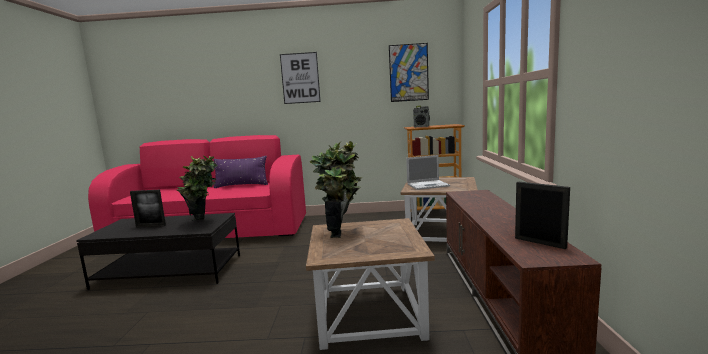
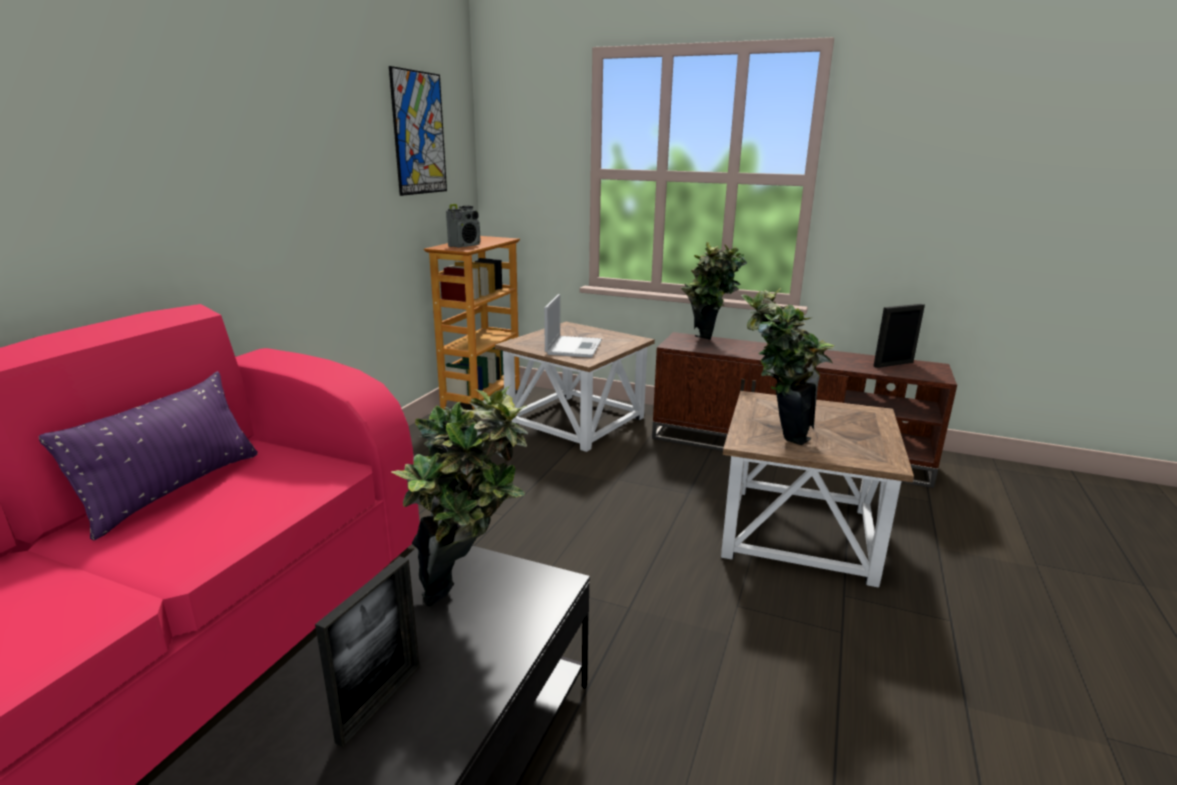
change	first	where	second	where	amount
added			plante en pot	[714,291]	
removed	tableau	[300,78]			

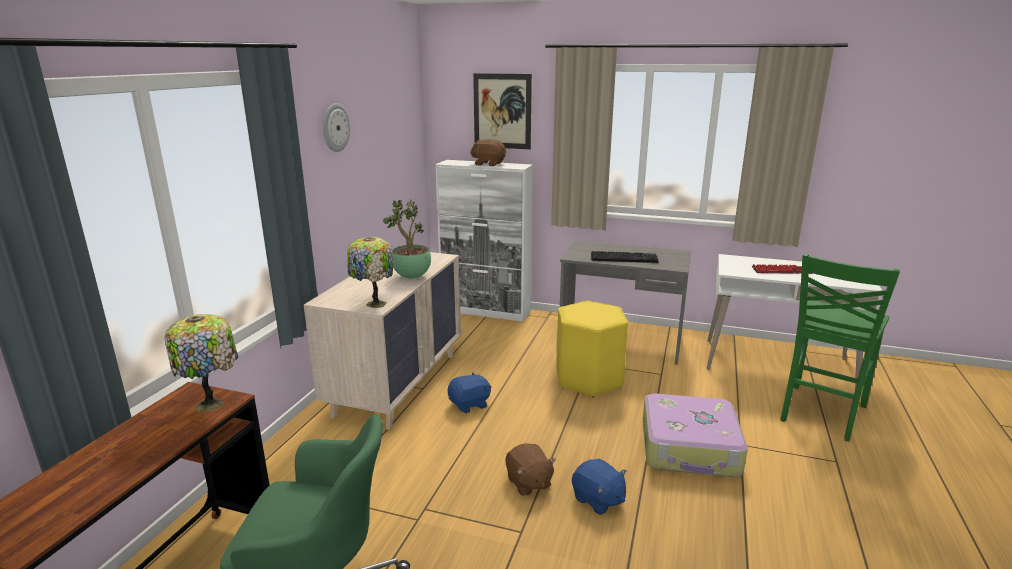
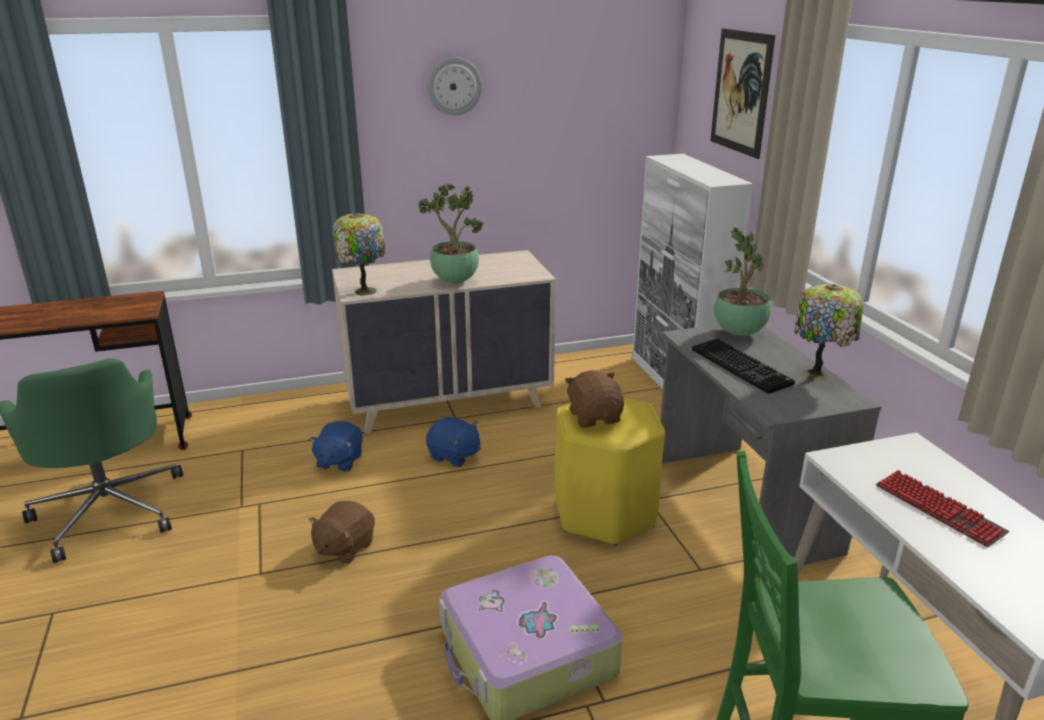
change	first	where	second	where	amount
moved	peluche/bleu	[599,487]		[336,446]	
moved	peluche/marron	[488,152]		[594,399]	
added			plante en pot	[742,281]	
moved	lampe de table	[201,363]		[829,332]	

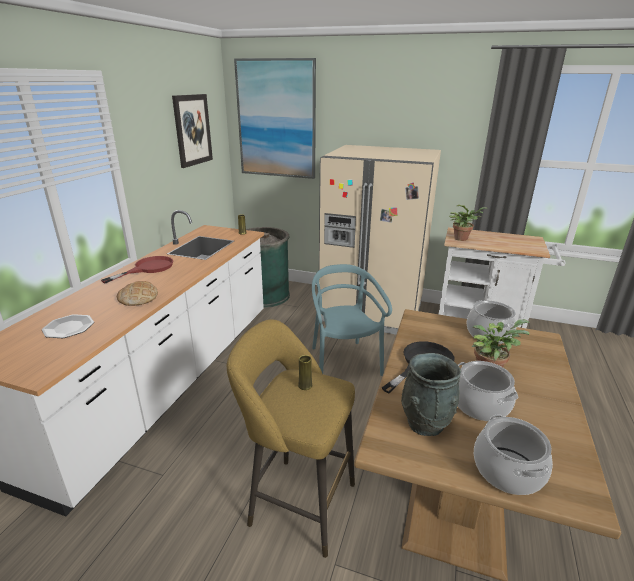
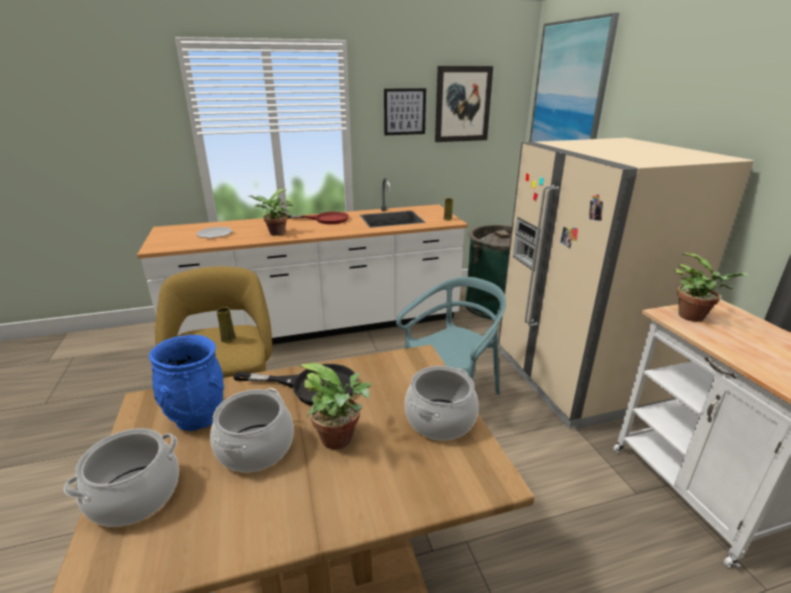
change	first	where	second	where	amount
recoloured	vase/gris	[431,394]	vase/bleu	[186,383]	
replaced	pain	[137,293]	plante en pot	[271,212]	
added			tableau	[405,111]	

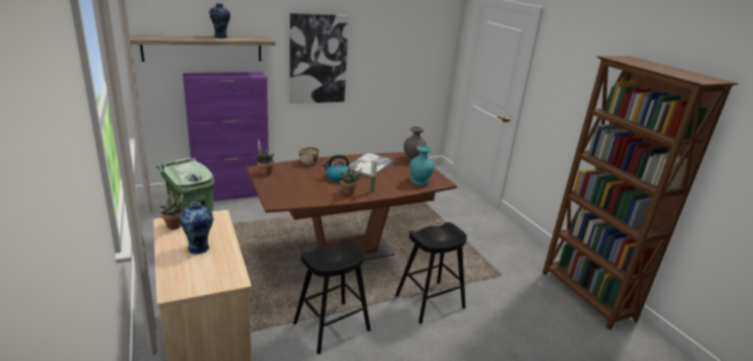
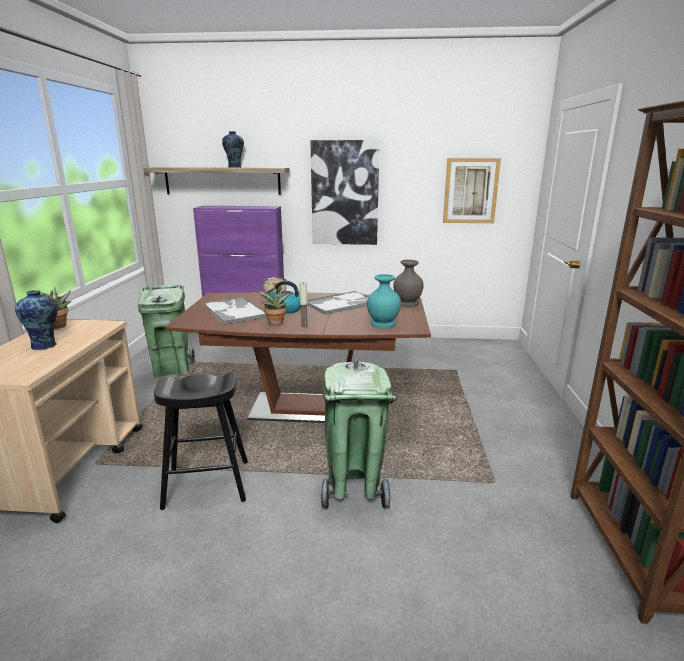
change	first	where	second	where	amount
added			plateau	[235,311]	
replaced	tabouret/noir	[431,273]	poubelle/vert	[359,435]	
added			tableau	[472,190]	
removed	plante en pot	[264,157]			

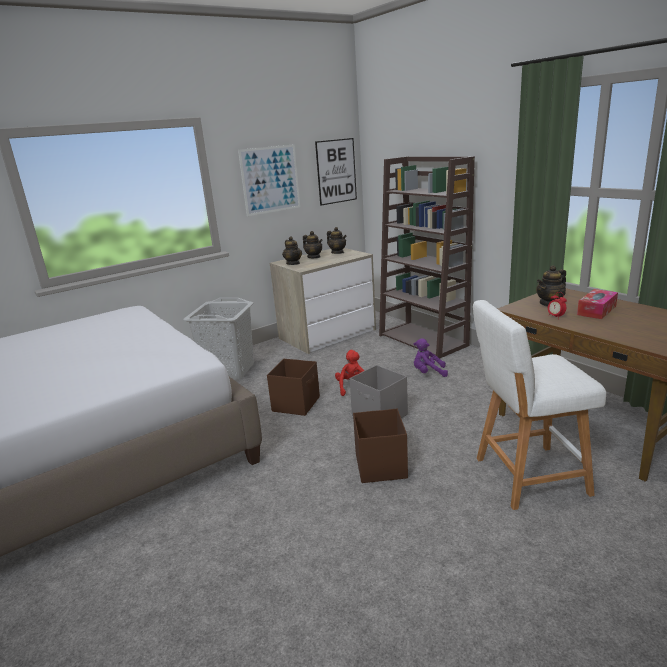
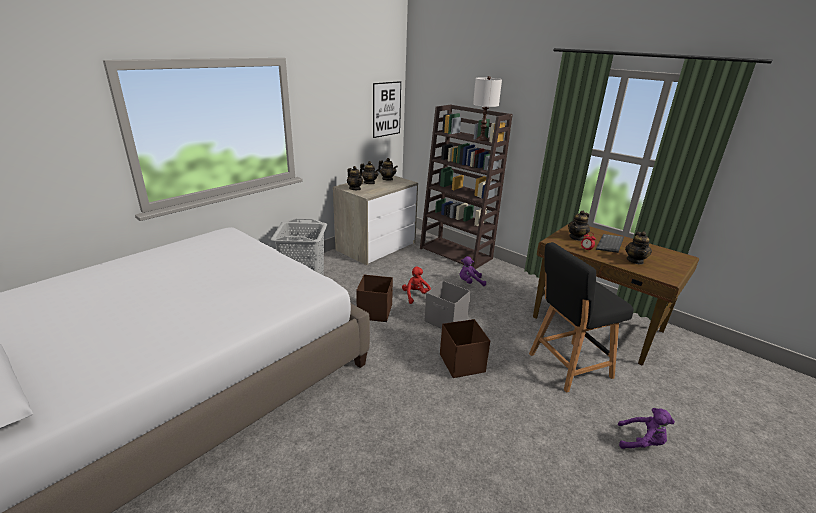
change	first	where	second	where	amount
added			lampe de table/blanc	[487,108]	
recoloured	tabouret/blanc	[539,405]	tabouret/noir	[581,317]	
replaced	boîte à mouchoirs	[597,304]	clavier	[610,243]	
added			peluche/violet	[646,428]	
added			théière	[638,247]	
removed	tableau	[269,180]			

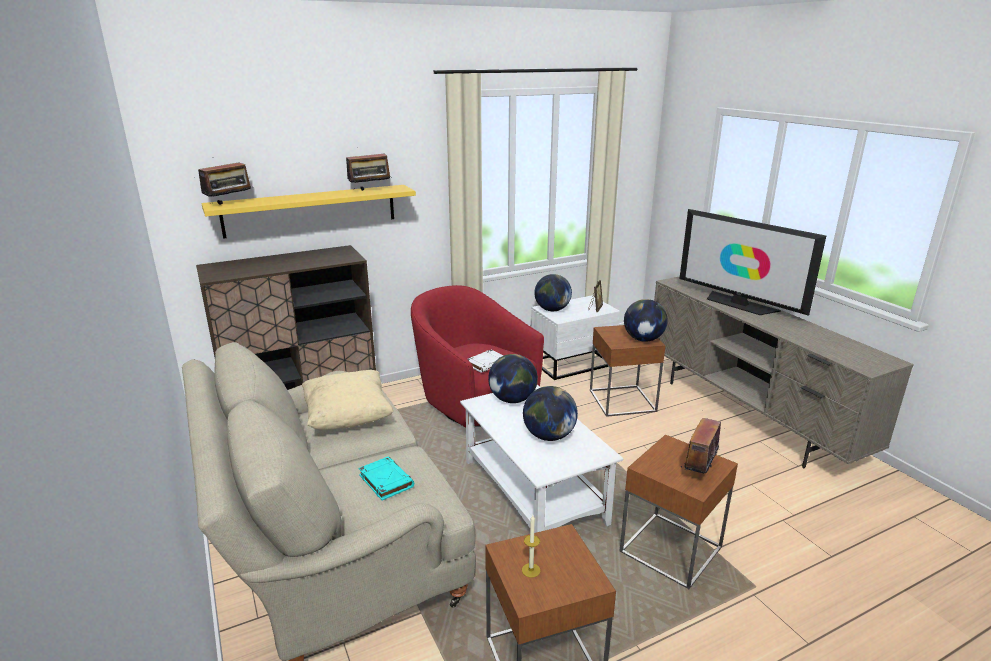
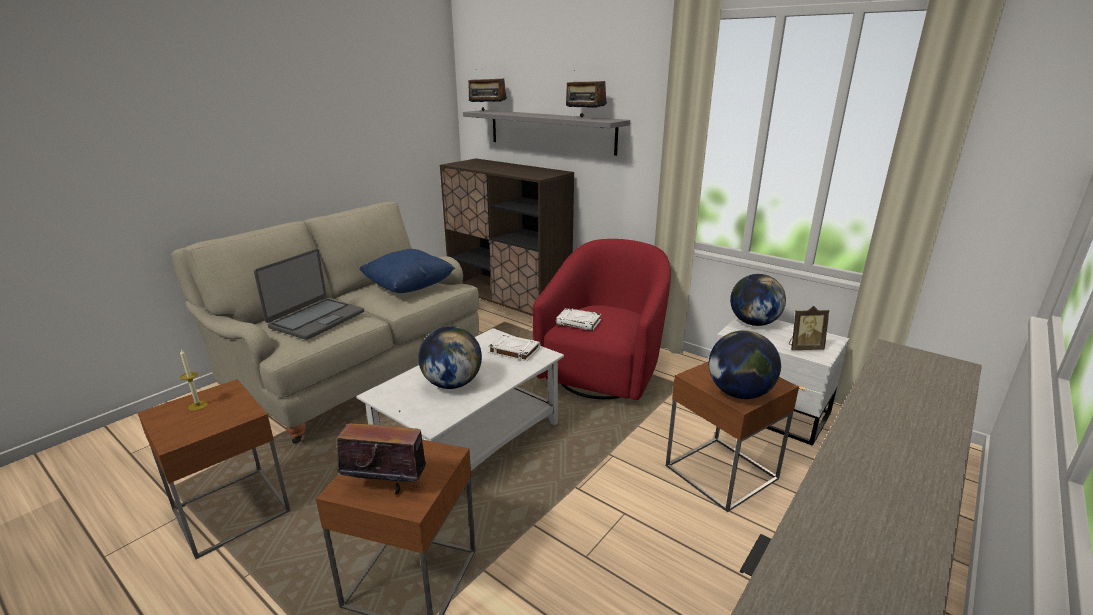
change	first	where	second	where	amount
replaced	livre/turquoise	[386,478]	ordinateur portable	[309,294]	
recoloured	coussin/beige	[347,400]	coussin/bleu	[407,271]	
recoloured	étagère/jaune	[308,212]	étagère/gris	[546,133]	
replaced	globe	[513,378]	livre/blanc	[514,347]	
removed	téléviseur	[752,262]			

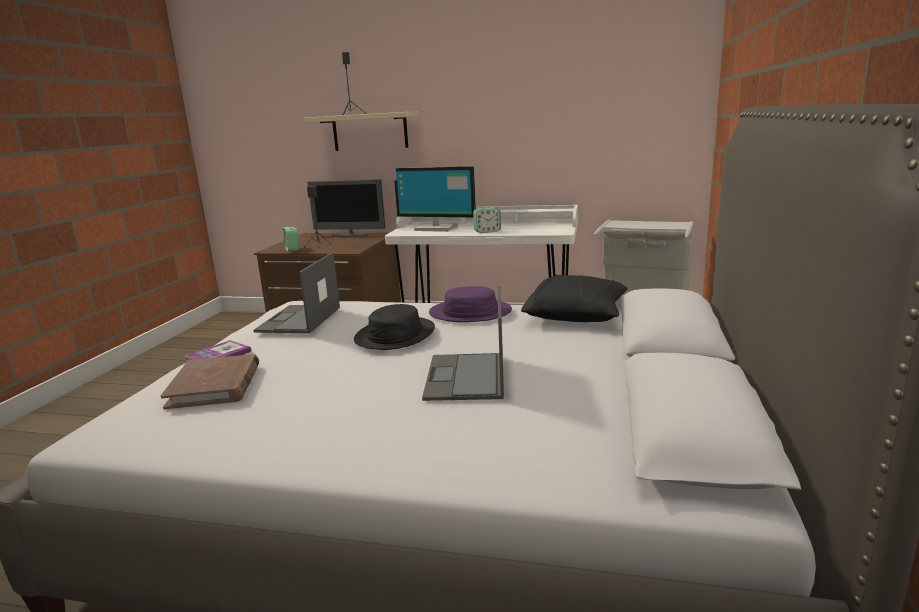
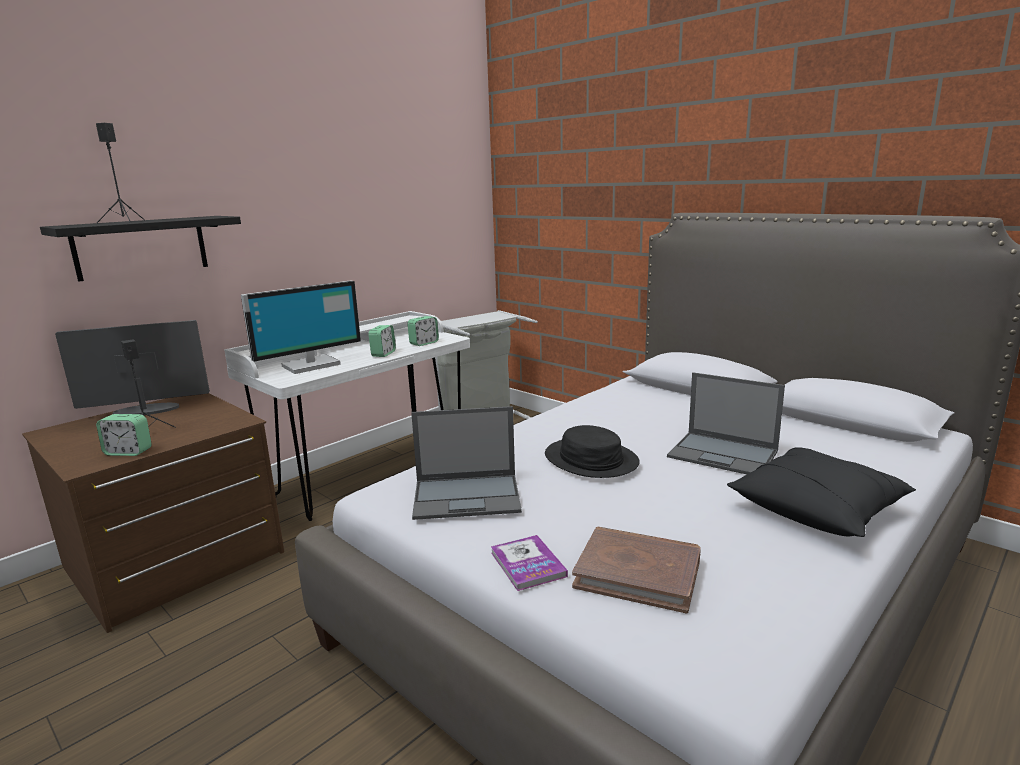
change	first	where	second	where	amount
recoloured	étagère/beige	[361,131]	étagère/noir	[140,249]	
turned	écran d'ordinateur	[347,208]		[132,367]	150 degrees counterclockwise
added			réveil	[423,331]	
turned	ordinateur portable	[296,293]		[466,463]	45 degrees counterclockwise
moved	coussin/noir	[574,298]		[821,492]	
removed	chapeau/violet	[470,304]			

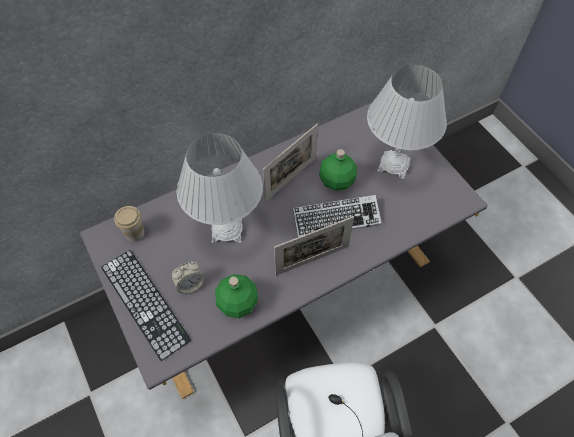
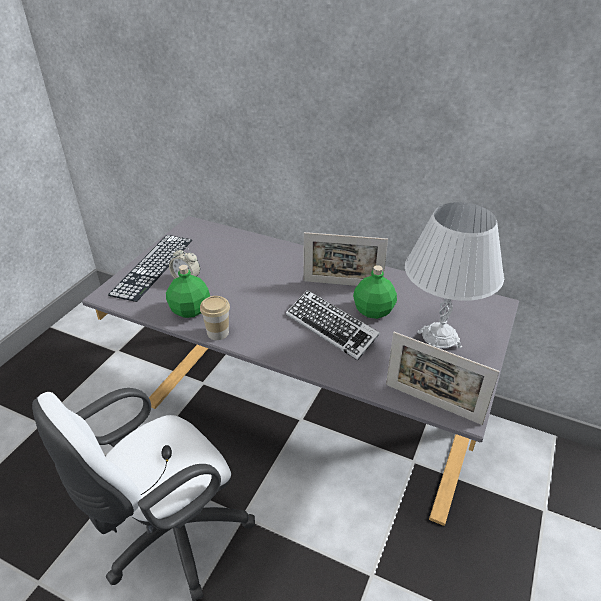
change	first	where	second	where	amount
moved	tasse	[129,224]		[215,318]	
moved	cadre photo	[314,246]		[443,378]	
removed	lampe de table/blanc	[219,188]			

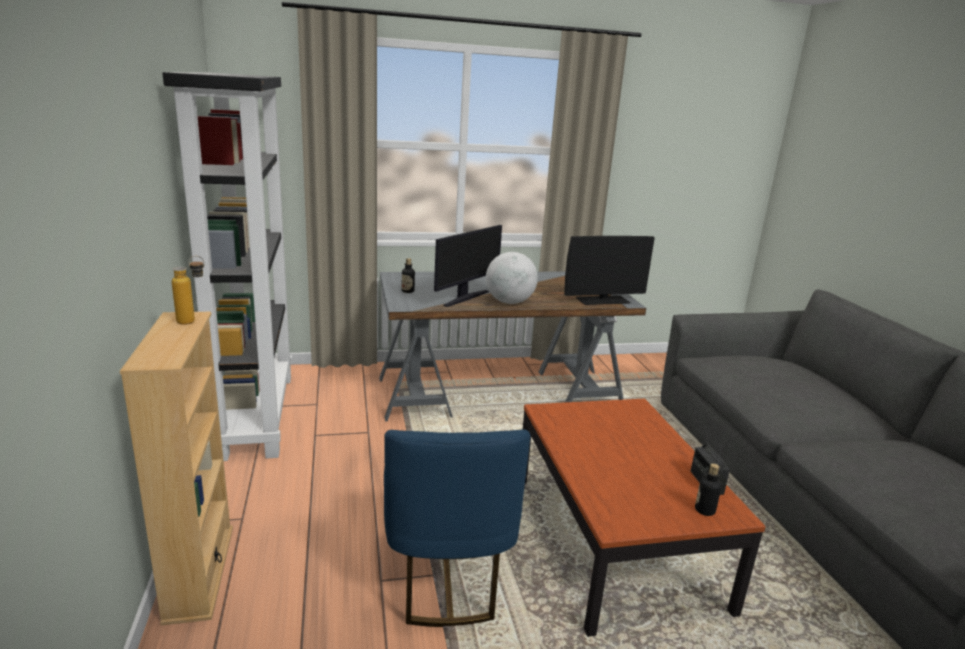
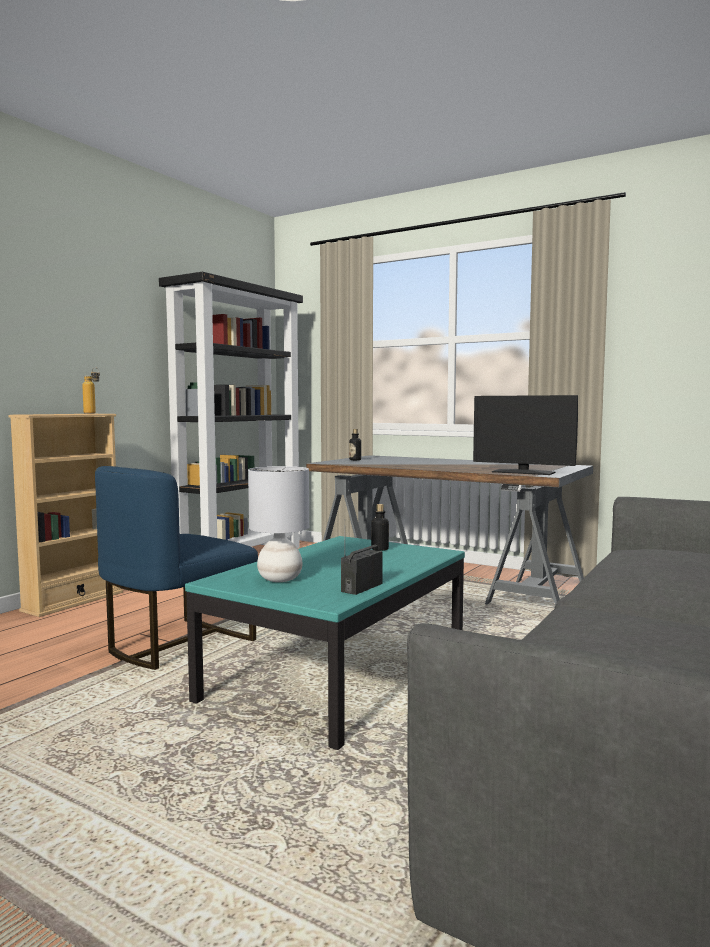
change	first	where	second	where	amount
recoloured	table basse/marron	[644,518]	table basse/turquoise	[325,643]	
added			lampe de table/gris	[278,524]	
moved	bouteille	[708,490]		[380,527]	
removed	écran d'ordinateur	[468,266]			
removed	globe	[512,278]			

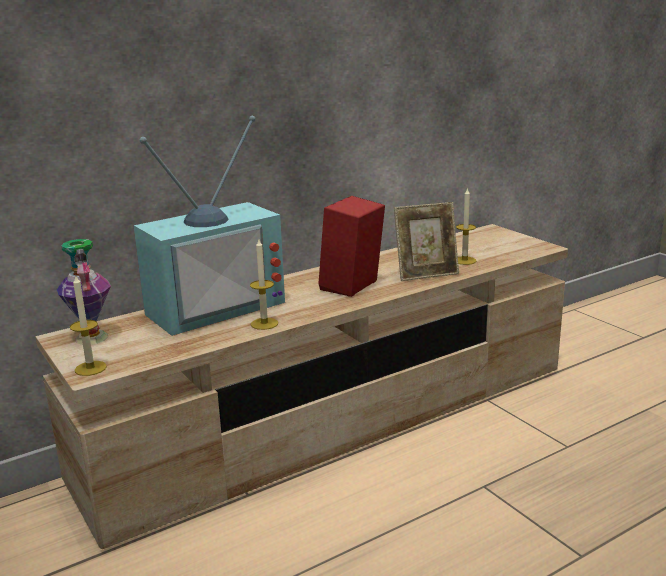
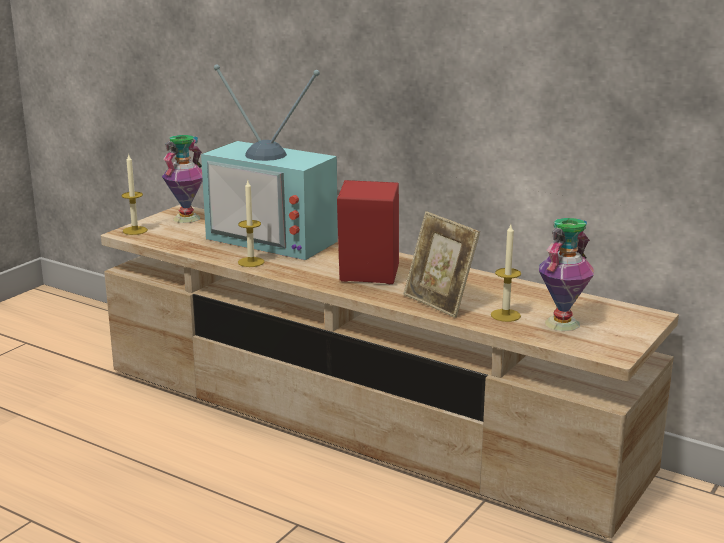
change	first	where	second	where	amount
added			vase	[566,274]	

